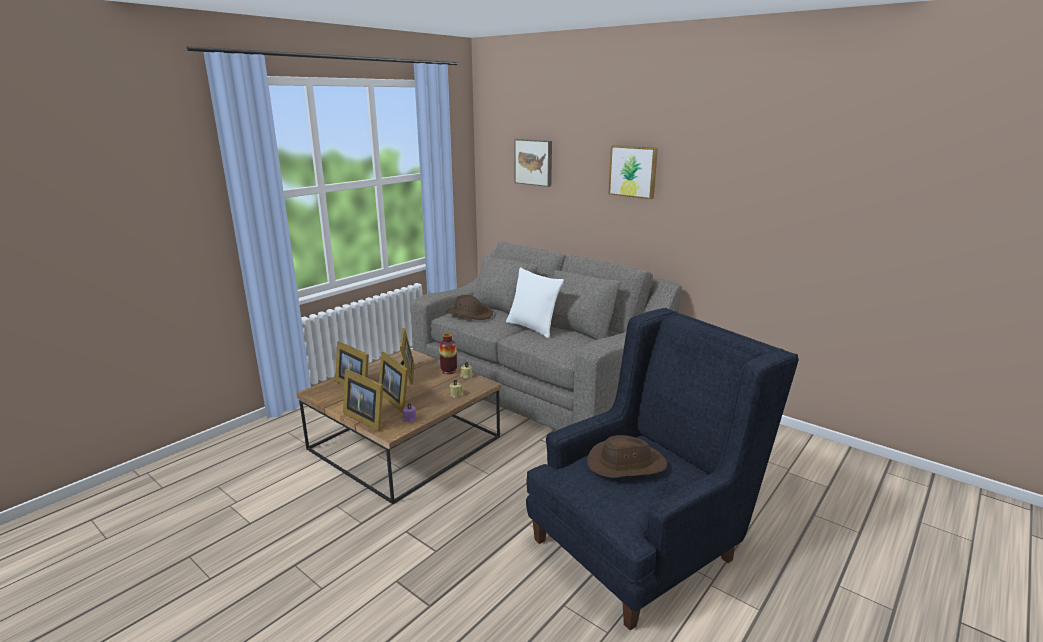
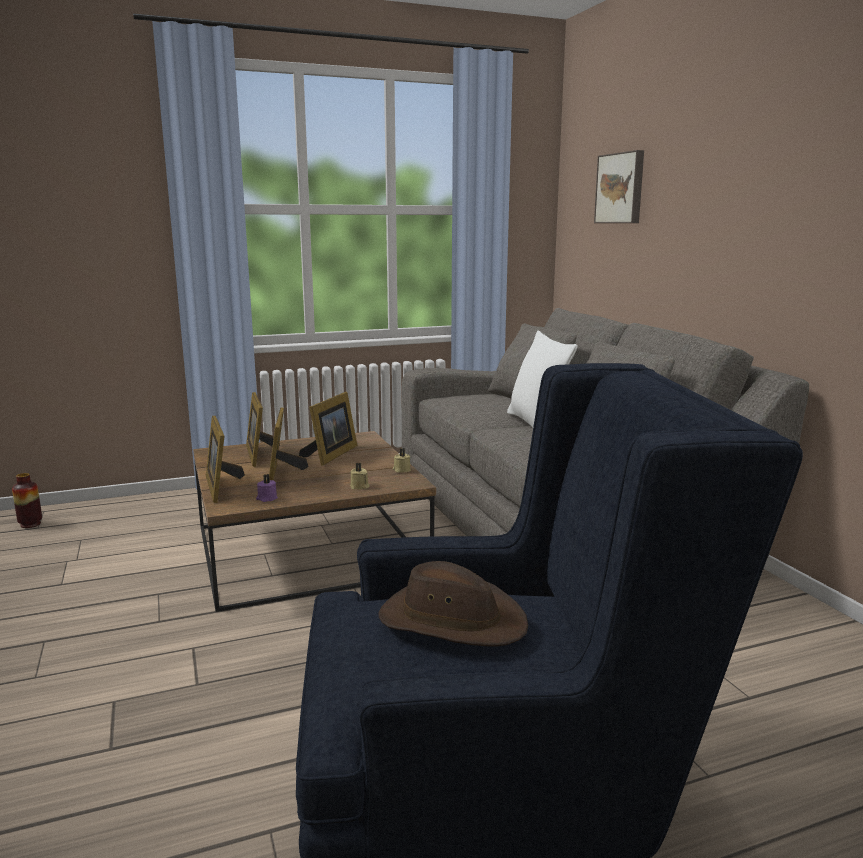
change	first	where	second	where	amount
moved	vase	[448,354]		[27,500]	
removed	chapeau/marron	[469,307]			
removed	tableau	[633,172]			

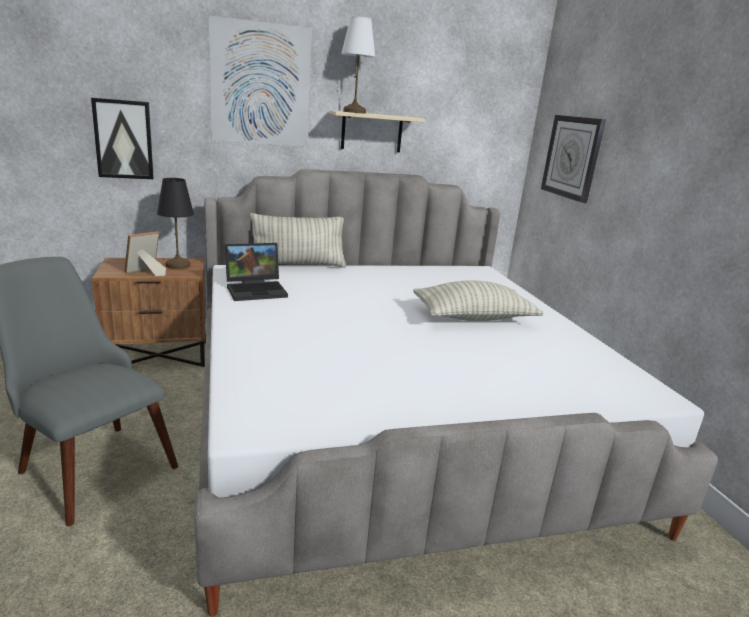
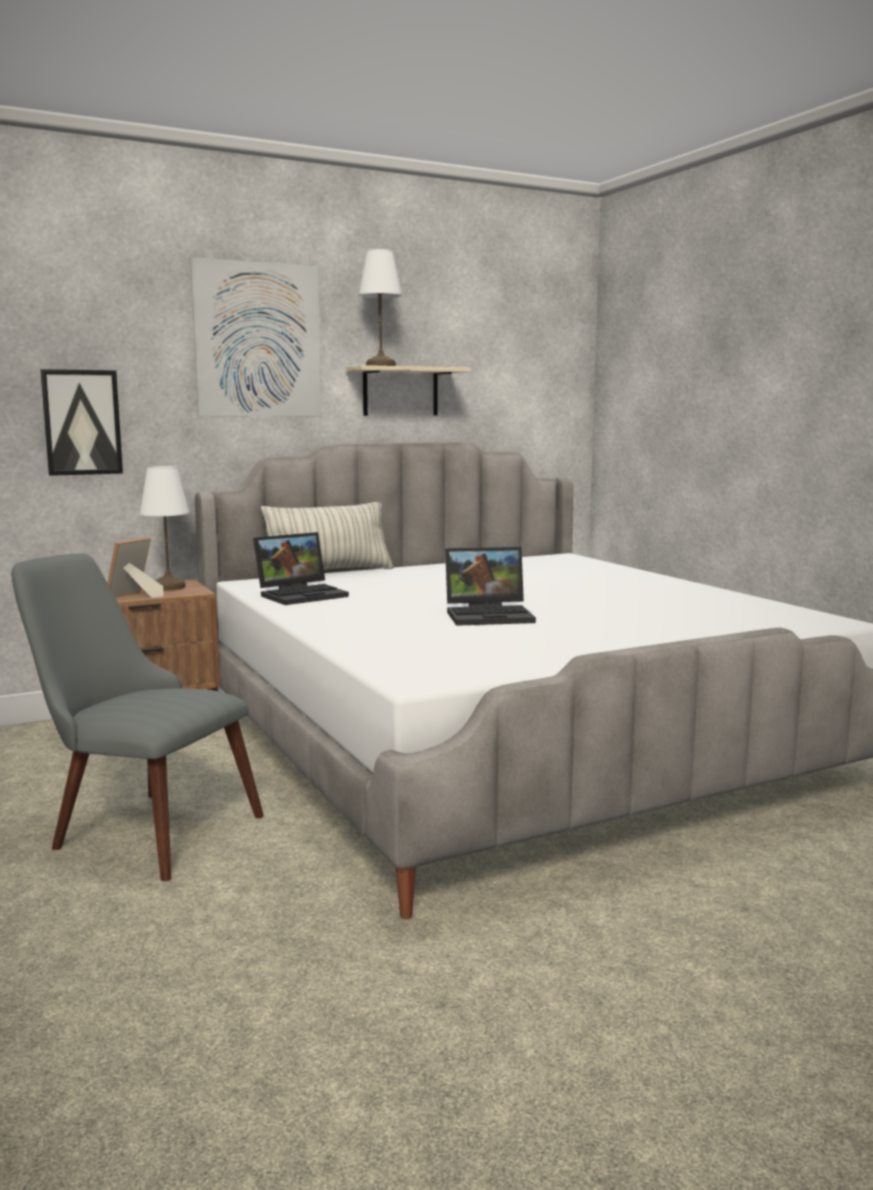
change	first	where	second	where	amount
recoloured	lampe de table/noir	[175,223]	lampe de table/blanc	[164,528]	
added			ordinateur portable	[490,586]	
removed	coussin	[478,300]			
removed	horloge murale	[573,159]			

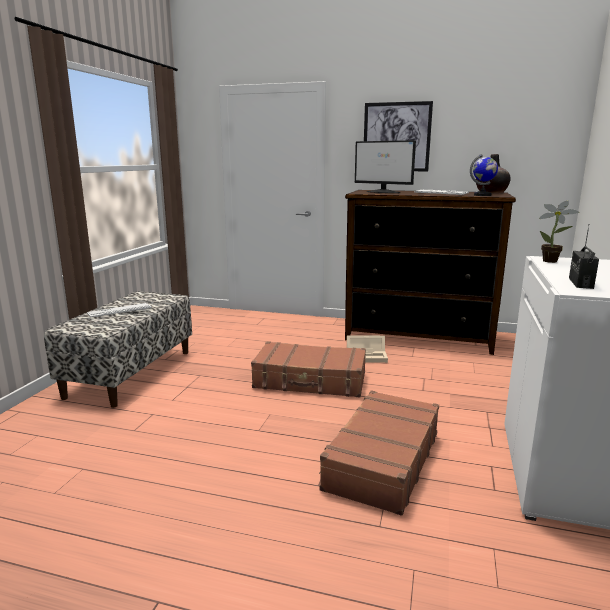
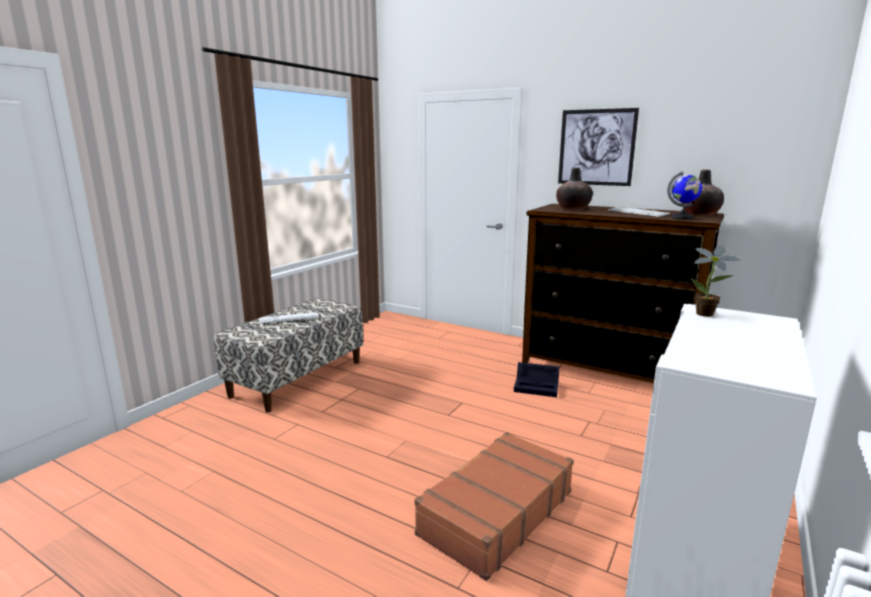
change	first	where	second	where	amount
recoloured	boîte de rangement/beige	[367,349]	boîte de rangement/noir	[537,379]	
replaced	écran d'ordinateur	[385,166]	vase	[574,189]	
removed	valise/marron	[308,369]			
removed	radio	[584,257]			

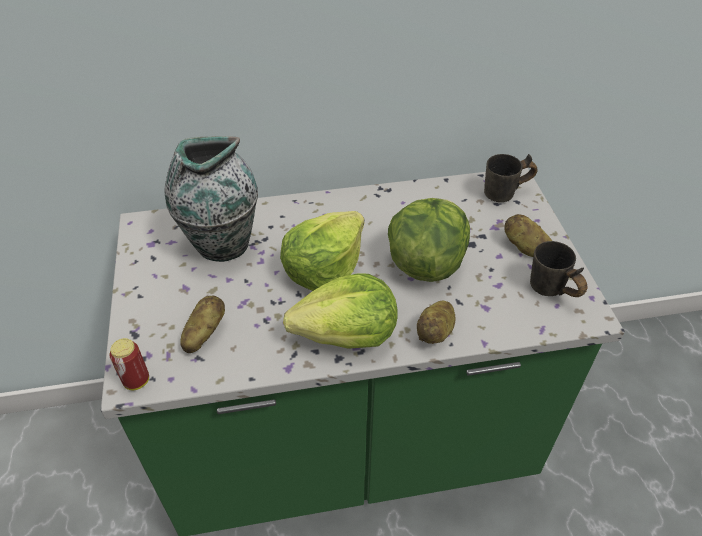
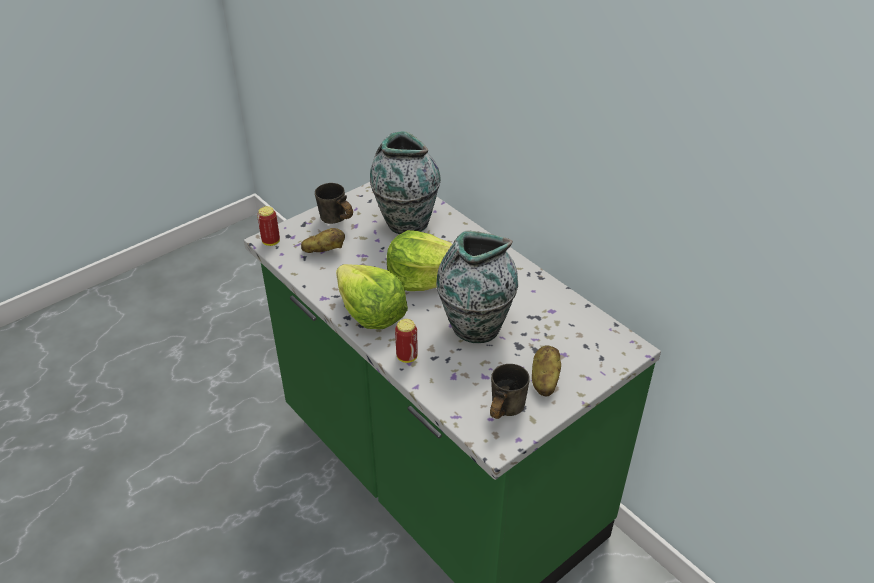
change	first	where	second	where	amount
moved	mug/gris	[511,178]		[334,203]	
replaced	pomme de terre	[436,322]	boîte métallique	[406,341]	
replaced	laitue	[429,240]	vase	[477,287]	

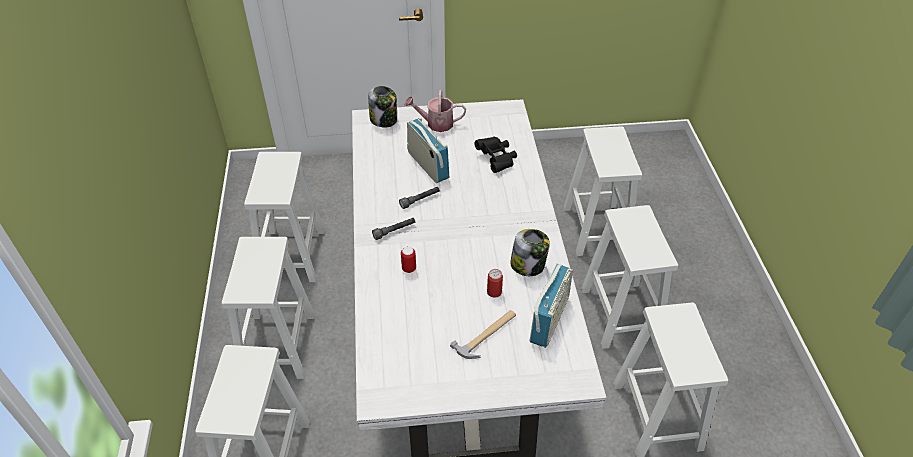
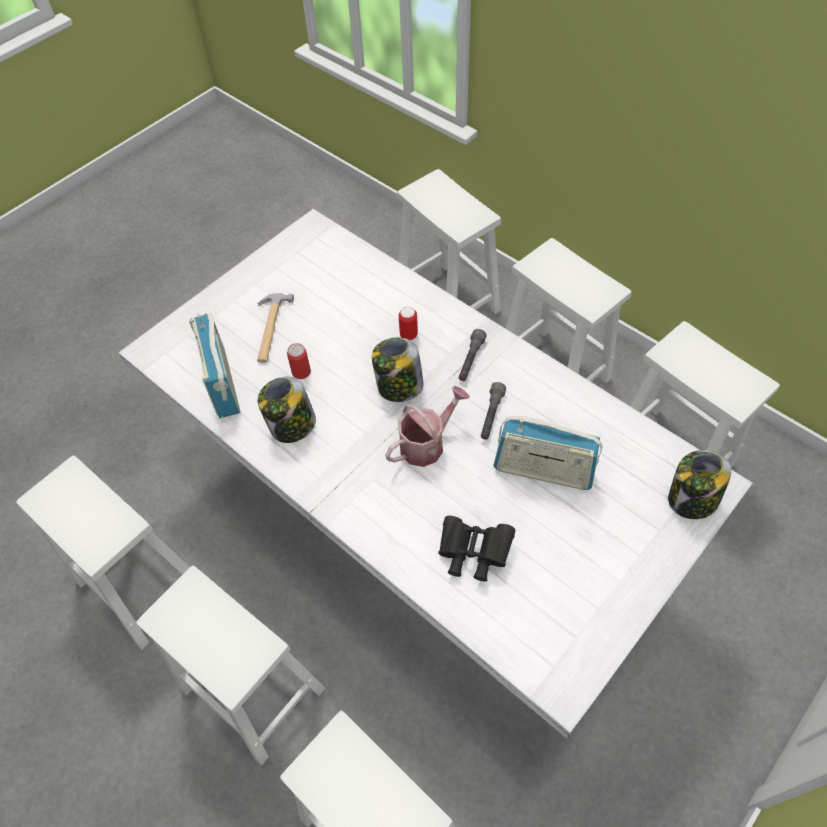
change	first	where	second	where	amount
added			bocal	[397,370]	
moved	arrosoir	[435,111]		[427,426]	

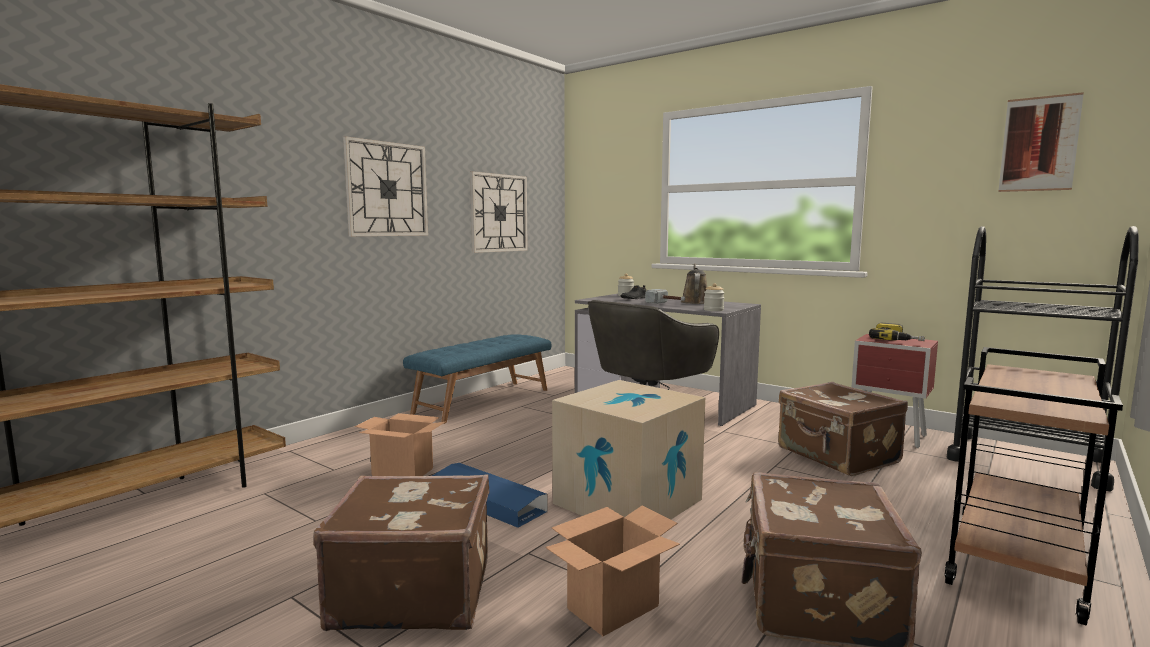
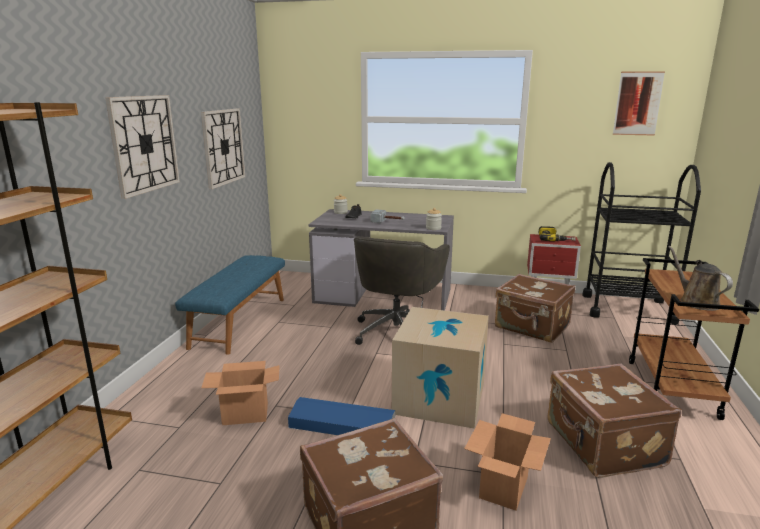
change	first	where	second	where	amount
moved	arrosoir/marron	[694,283]		[700,278]	

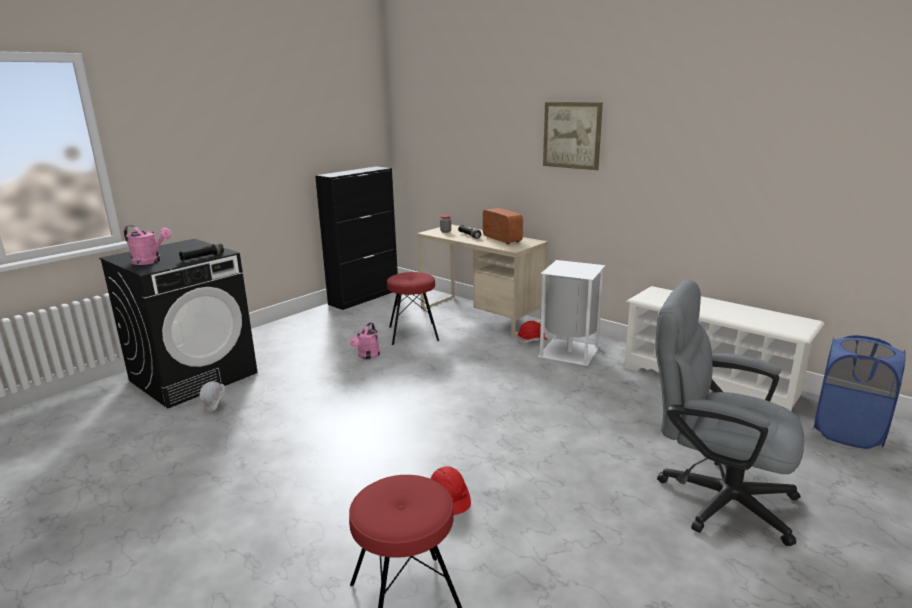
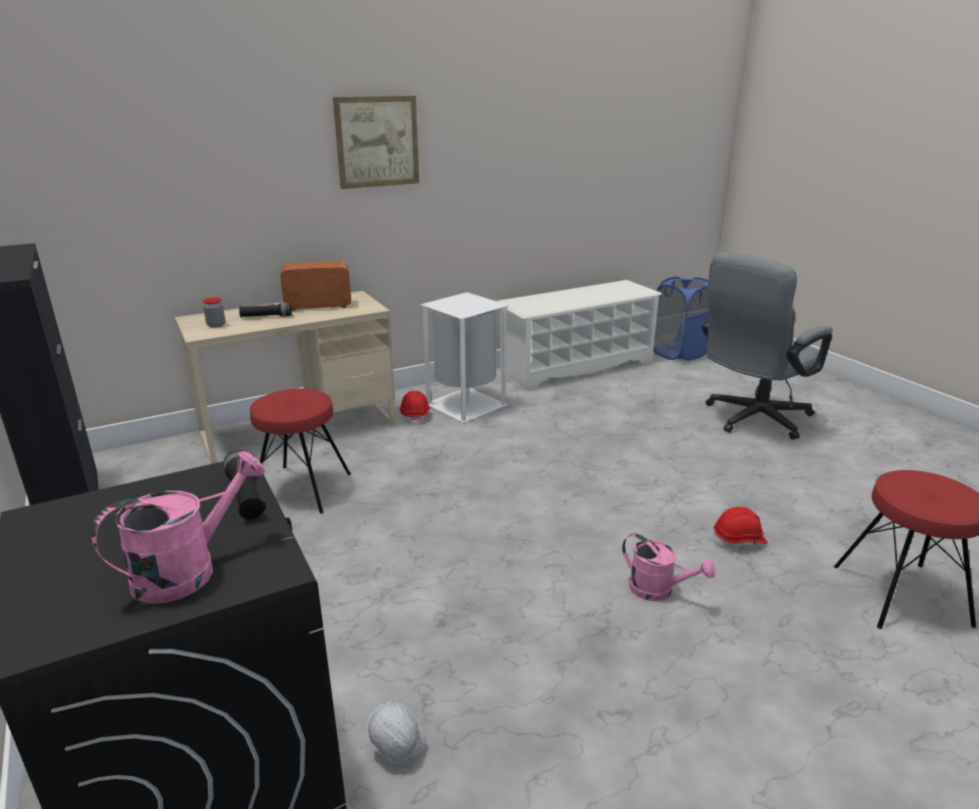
change	first	where	second	where	amount
moved	arrosoir/rose	[365,340]		[669,567]	

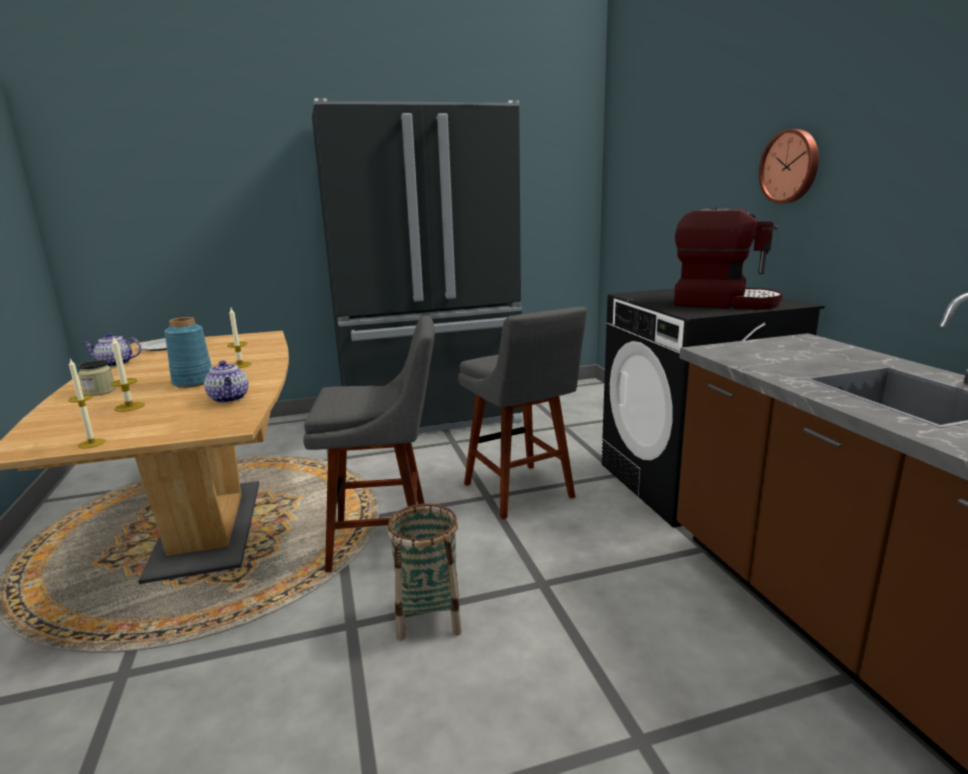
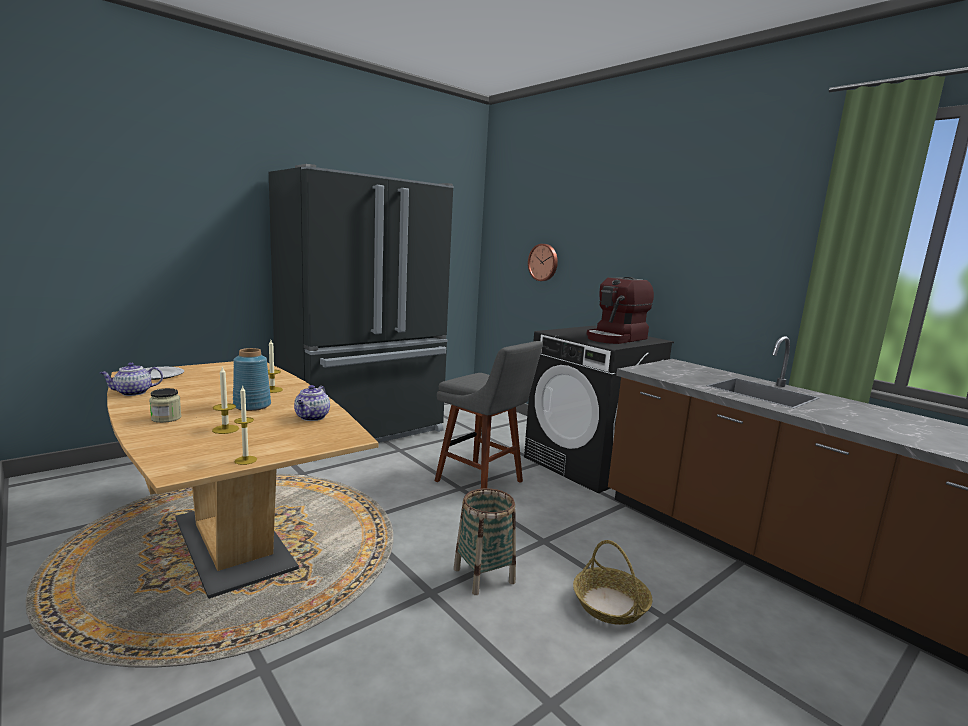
change	first	where	second	where	amount
turned	théière	[226,382]		[312,403]	60 degrees clockwise
moved	horloge murale	[789,166]		[543,262]	
added			panier	[613,582]	
turned	machine à café	[728,258]		[620,310]	135 degrees clockwise
removed	tabouret/gris	[369,444]			

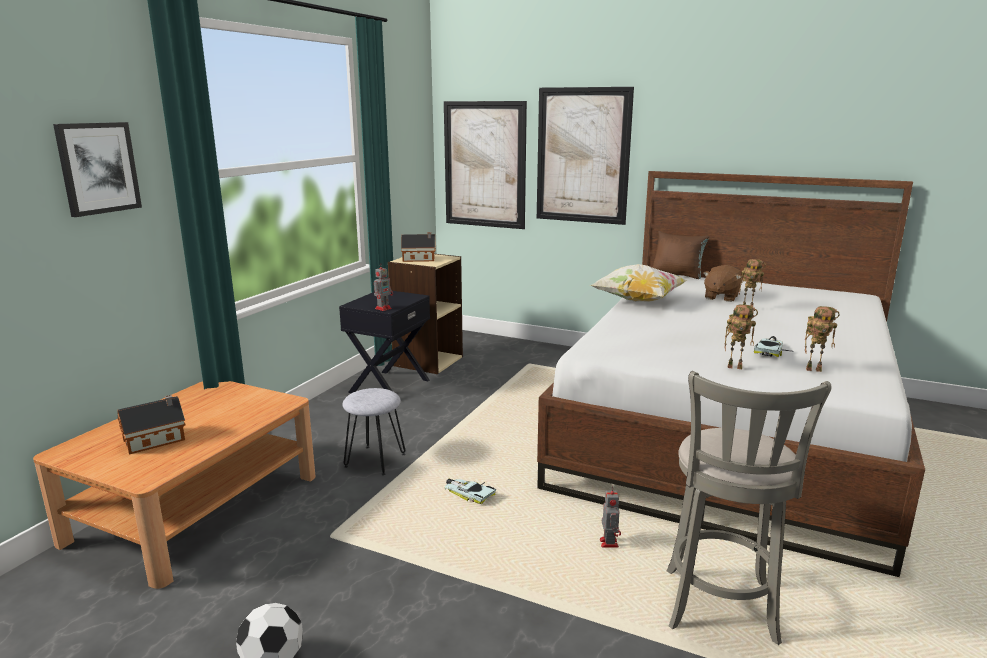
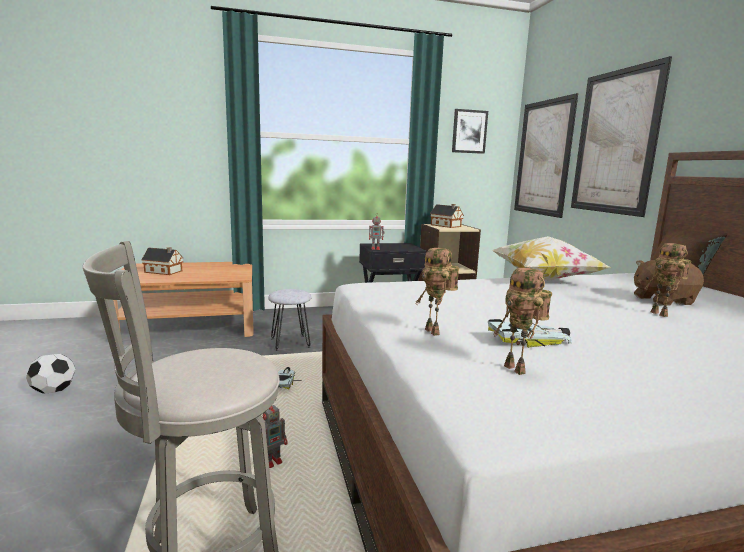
change	first	where	second	where	amount
moved	tableau	[97,169]		[470,131]	

